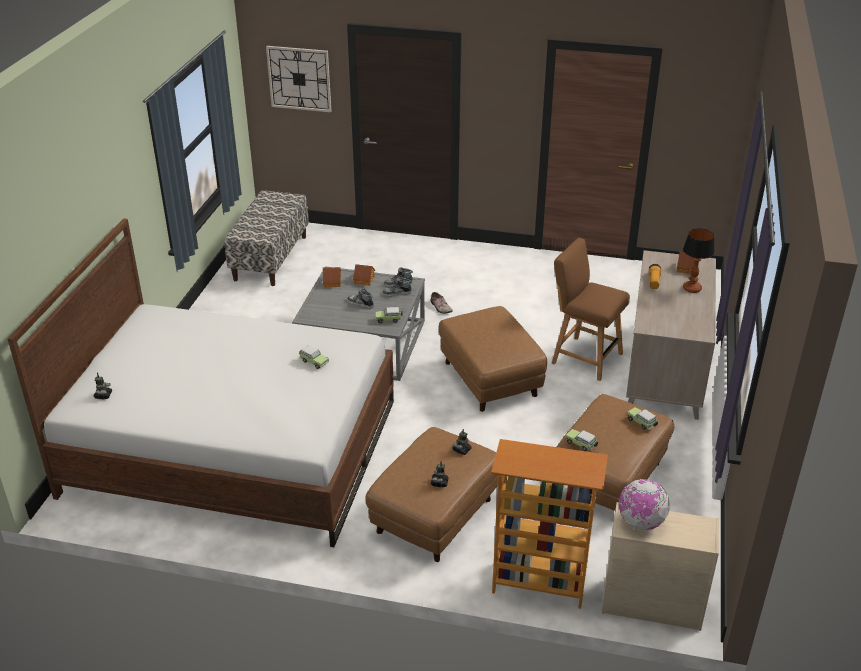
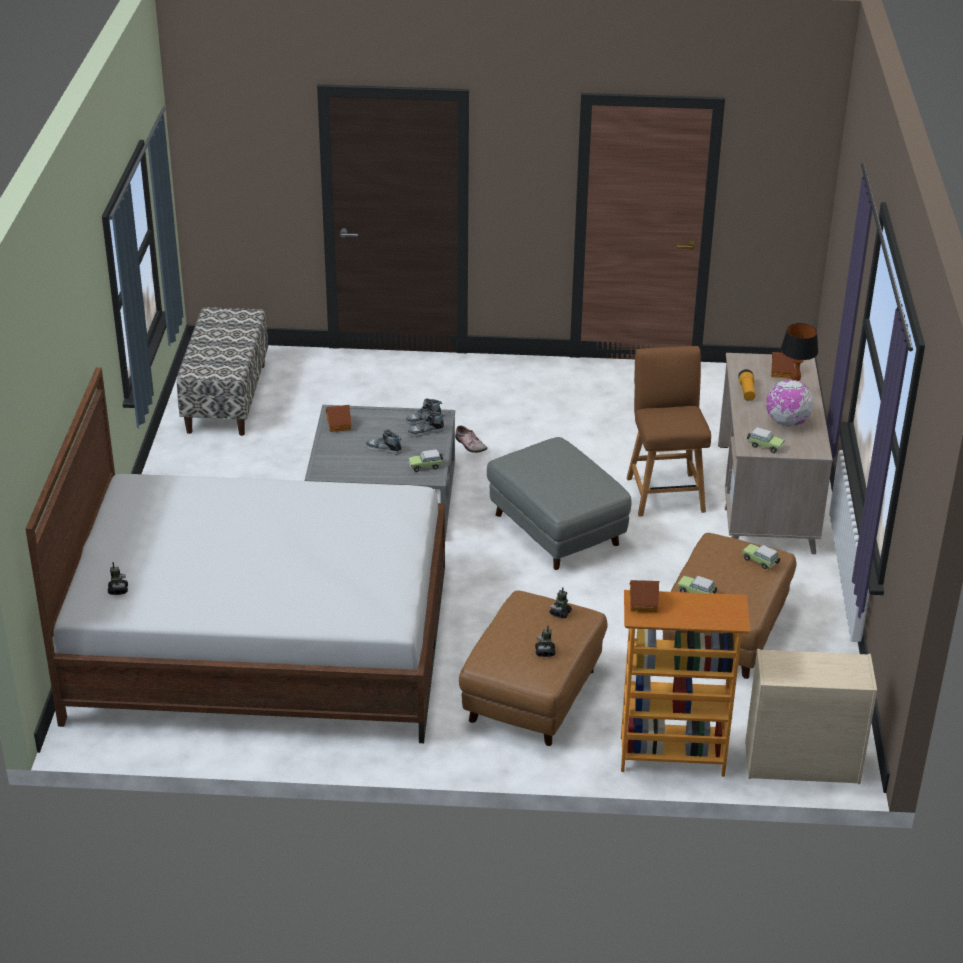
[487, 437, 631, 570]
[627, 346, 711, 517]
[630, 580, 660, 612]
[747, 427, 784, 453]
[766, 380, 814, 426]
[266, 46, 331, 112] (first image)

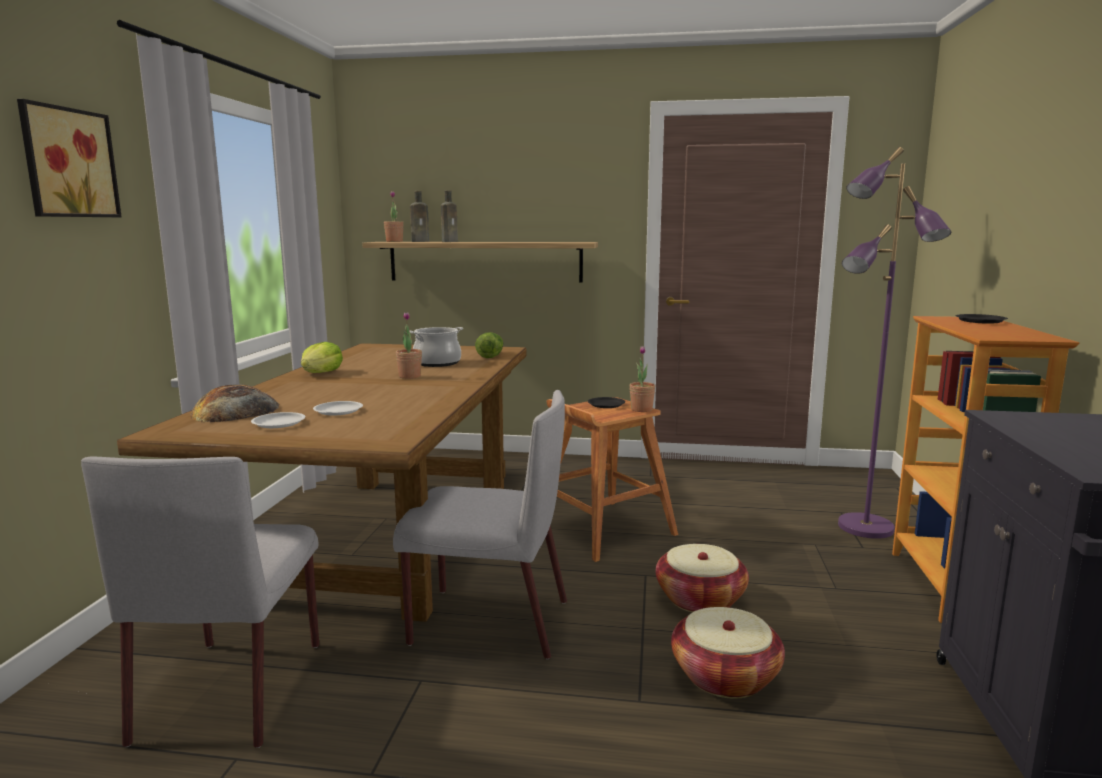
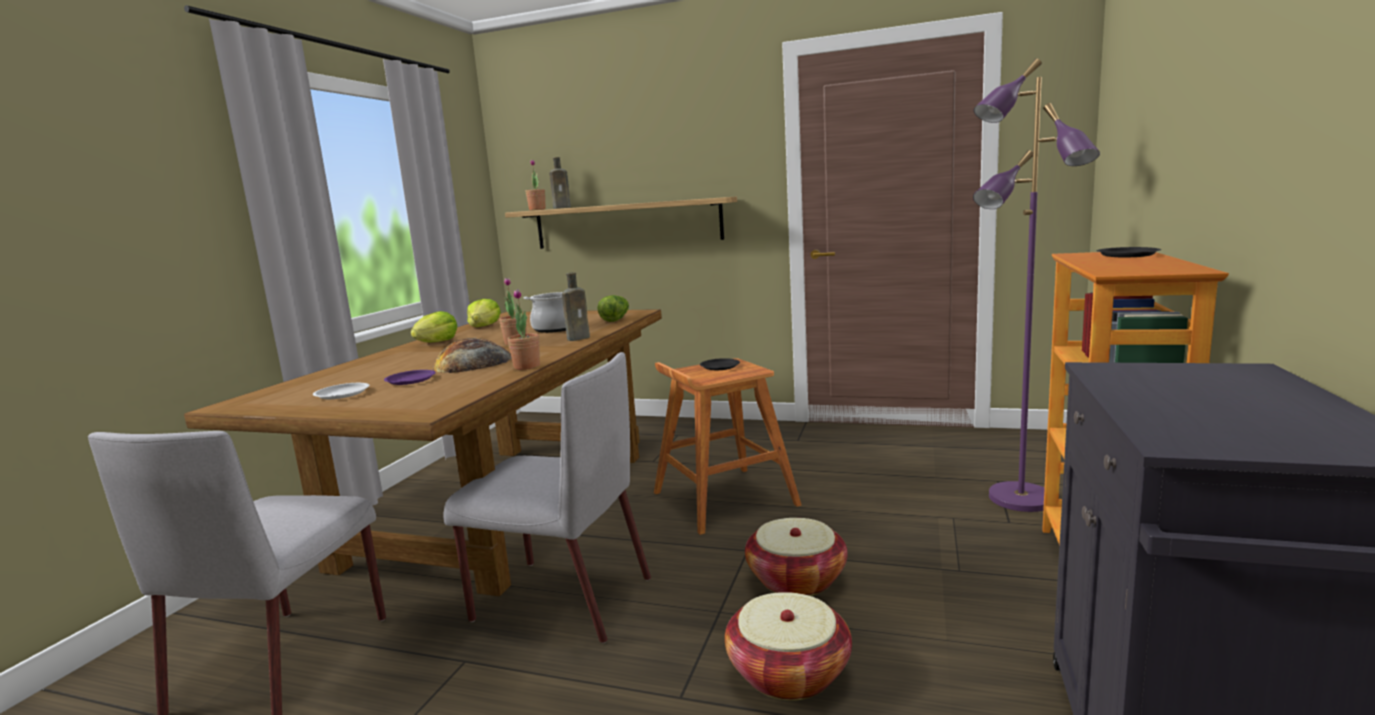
[384, 370, 436, 385]
[433, 338, 512, 373]
[467, 299, 501, 327]
[507, 289, 540, 370]
[562, 272, 590, 341]
[17, 99, 122, 217] (first image)

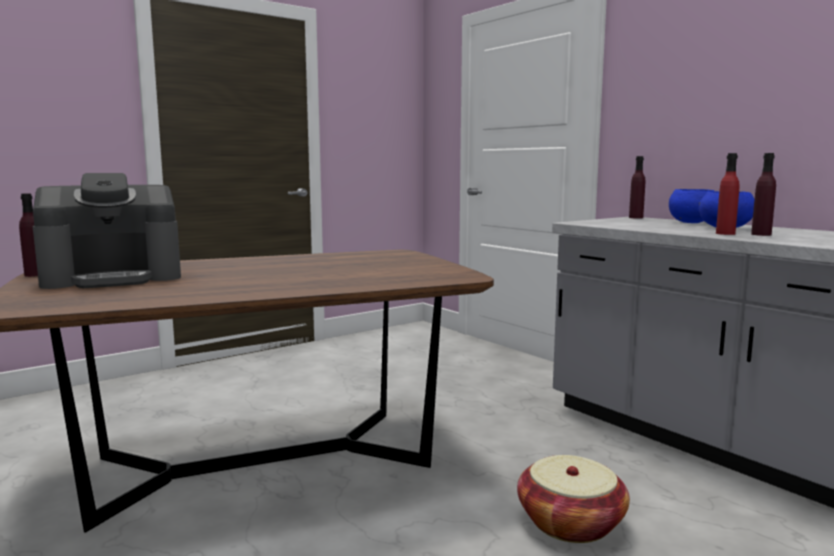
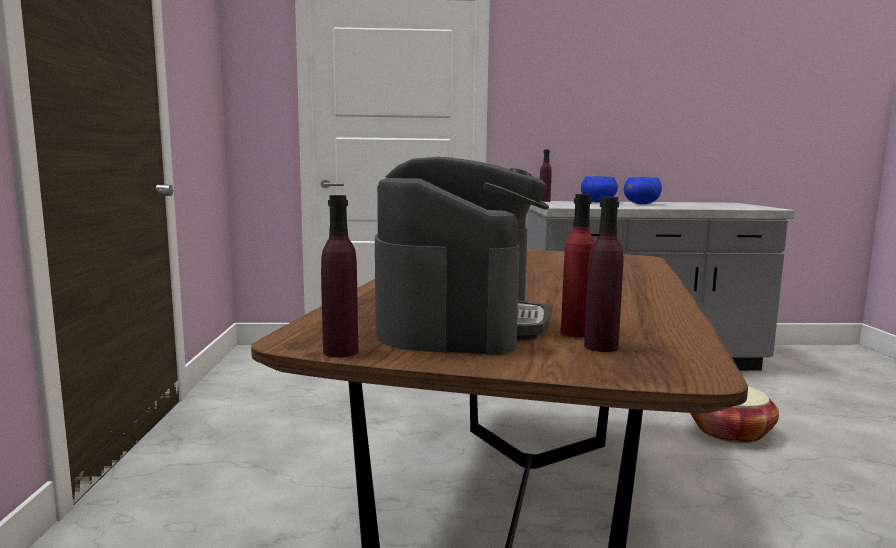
[561, 194, 595, 337]
[584, 197, 624, 352]

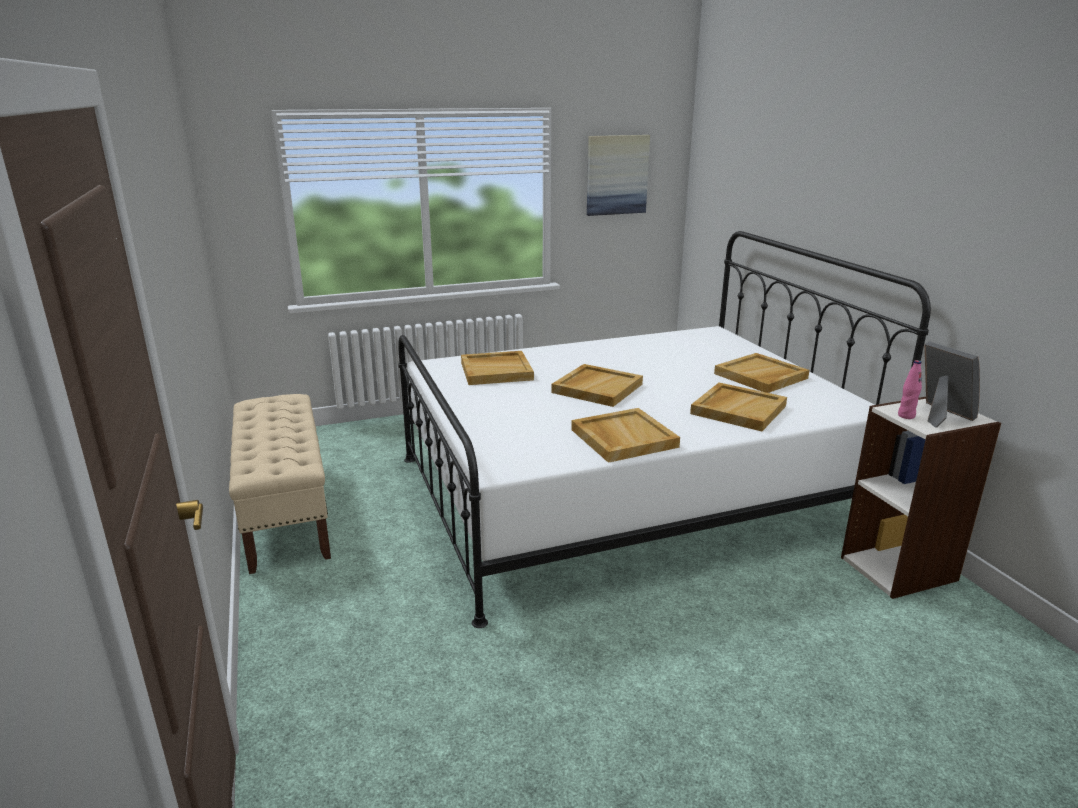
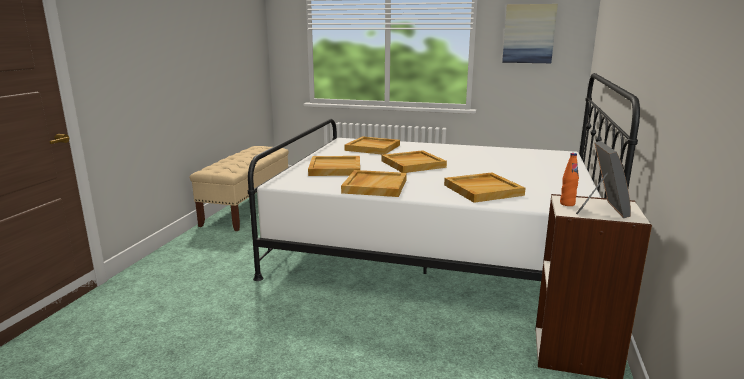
[308, 156, 360, 176]
[560, 153, 579, 206]

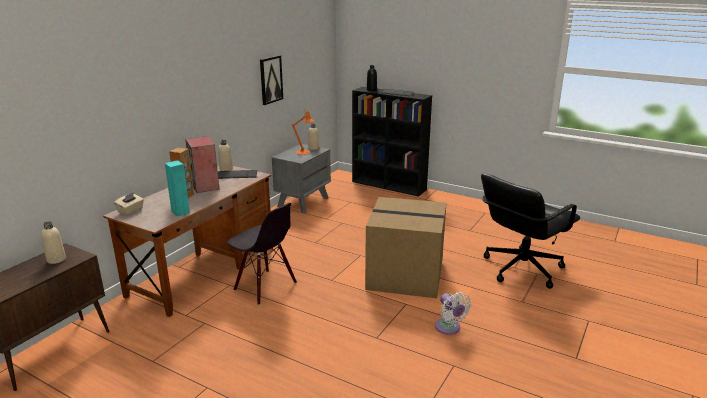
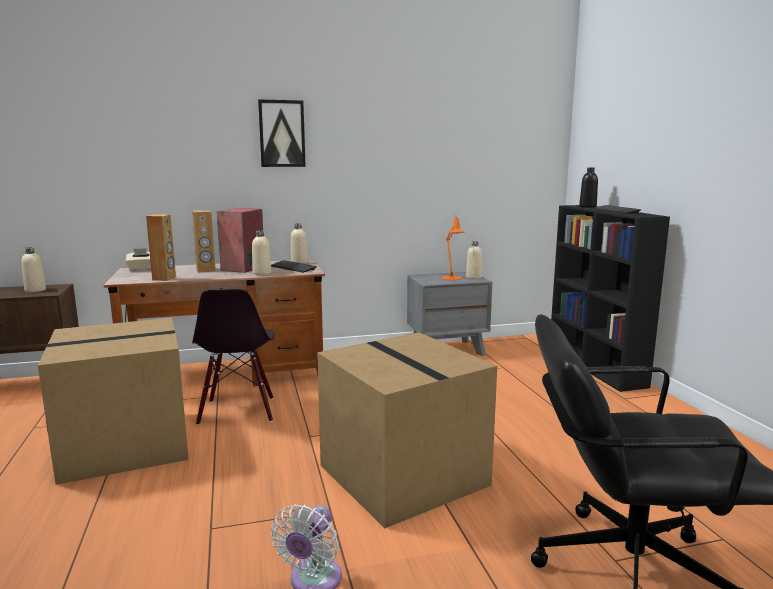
[38, 318, 189, 485]
[146, 214, 176, 281]
[252, 230, 271, 275]
[258, 99, 306, 167]

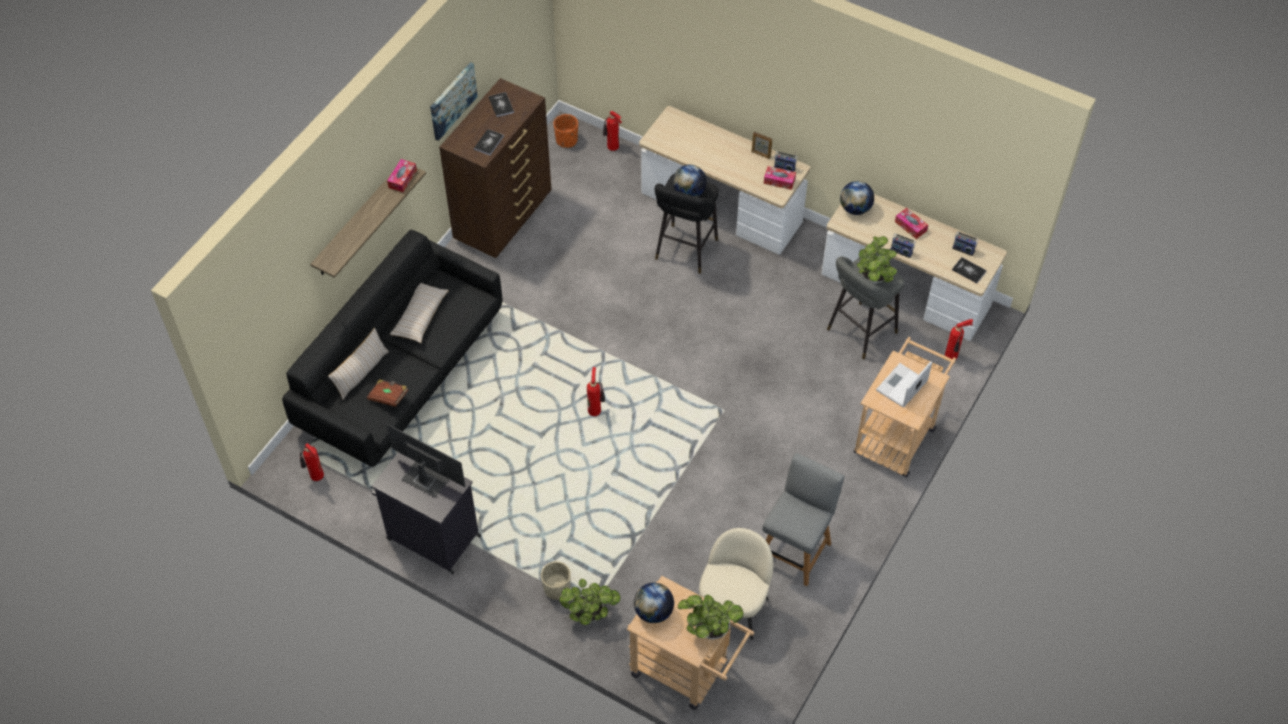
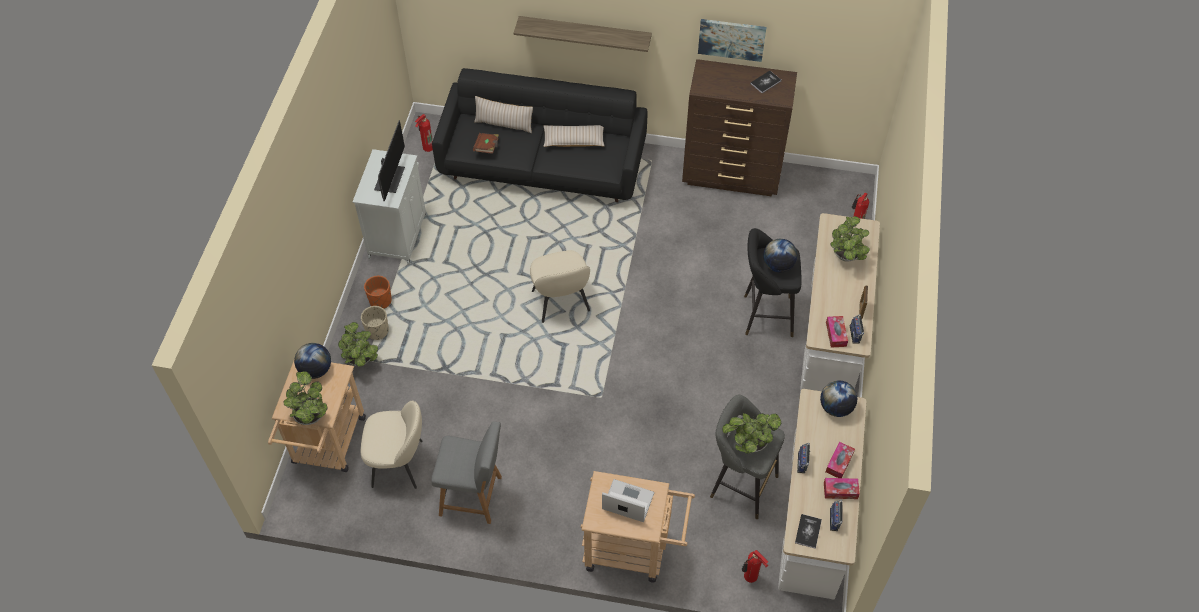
[353, 149, 426, 265]
[364, 276, 392, 309]
[530, 250, 590, 323]
[824, 478, 860, 499]
[830, 216, 870, 262]
[474, 129, 504, 155] (first image)

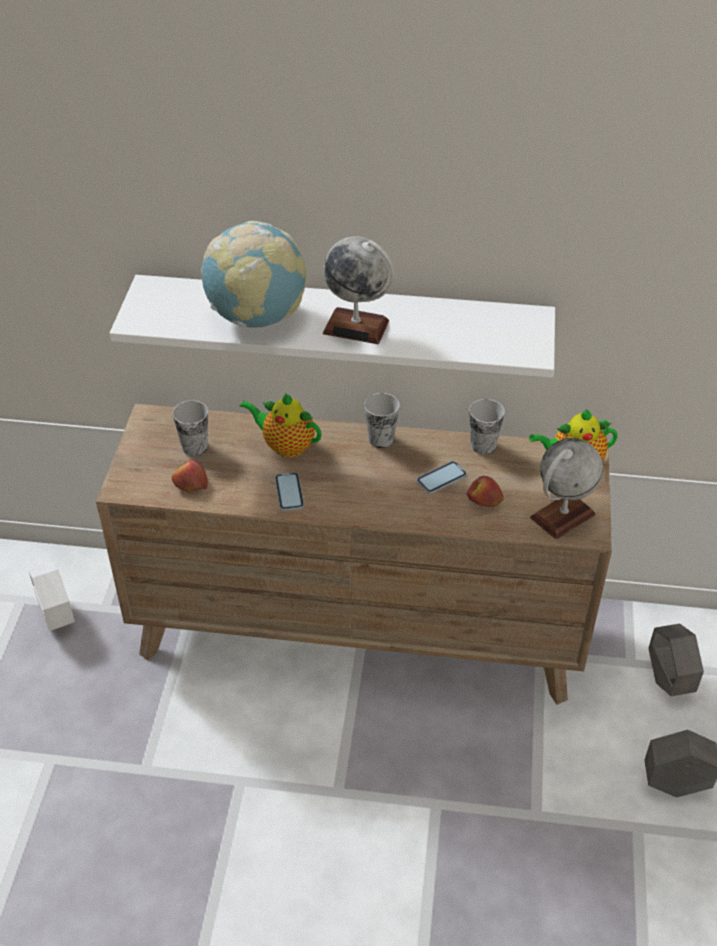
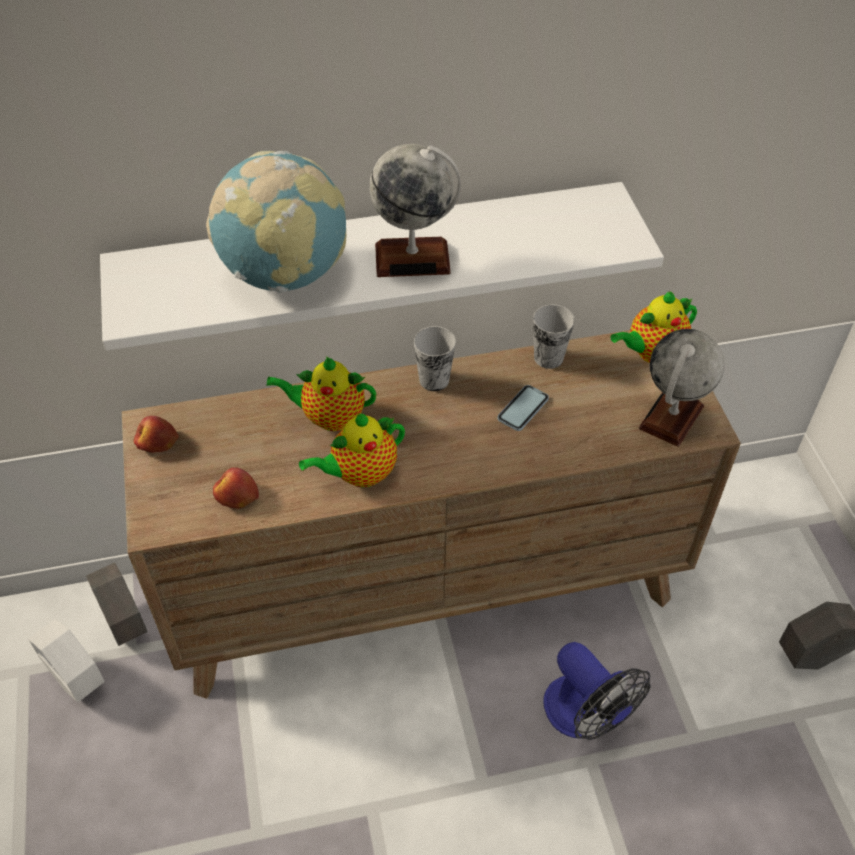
[86, 562, 148, 646]
[134, 416, 179, 453]
[299, 413, 405, 487]
[543, 642, 651, 740]
[172, 400, 208, 456] (first image)

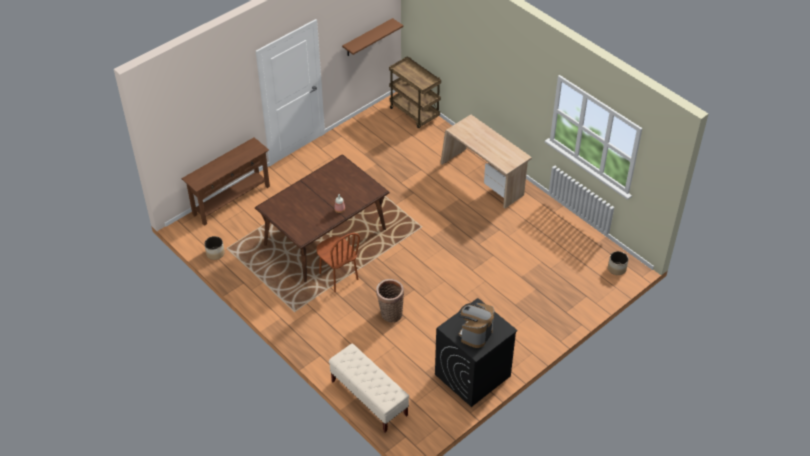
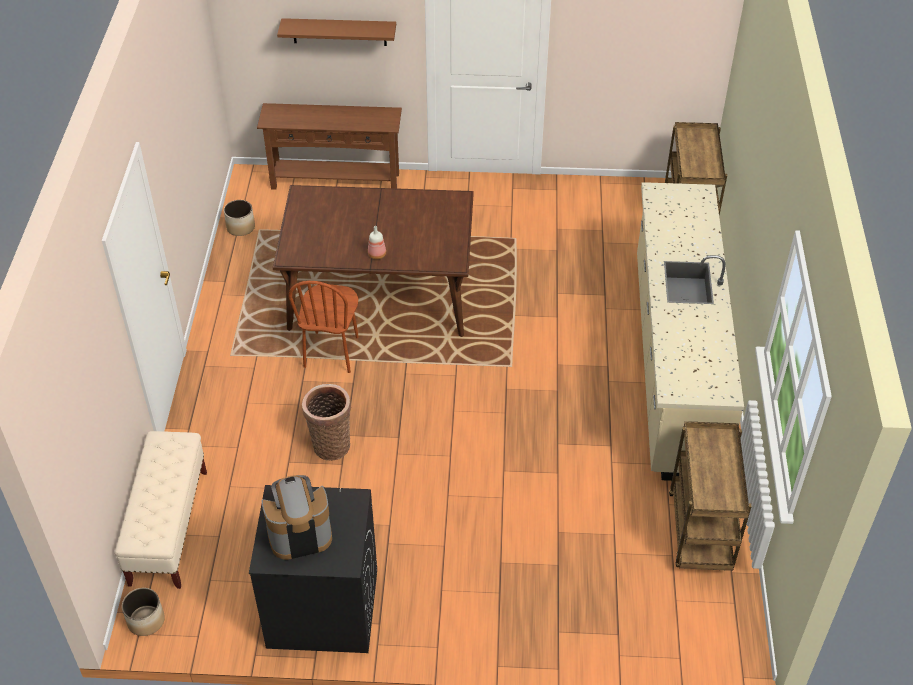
[122, 588, 165, 636]
[277, 18, 396, 46]
[637, 182, 744, 481]
[669, 421, 752, 571]

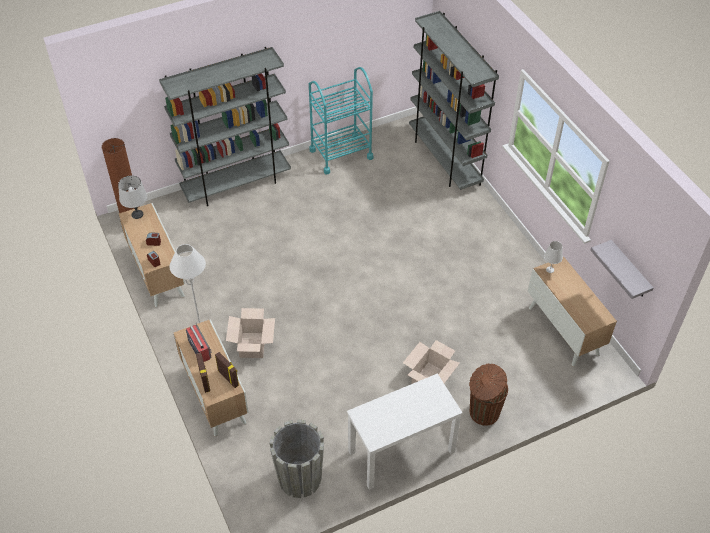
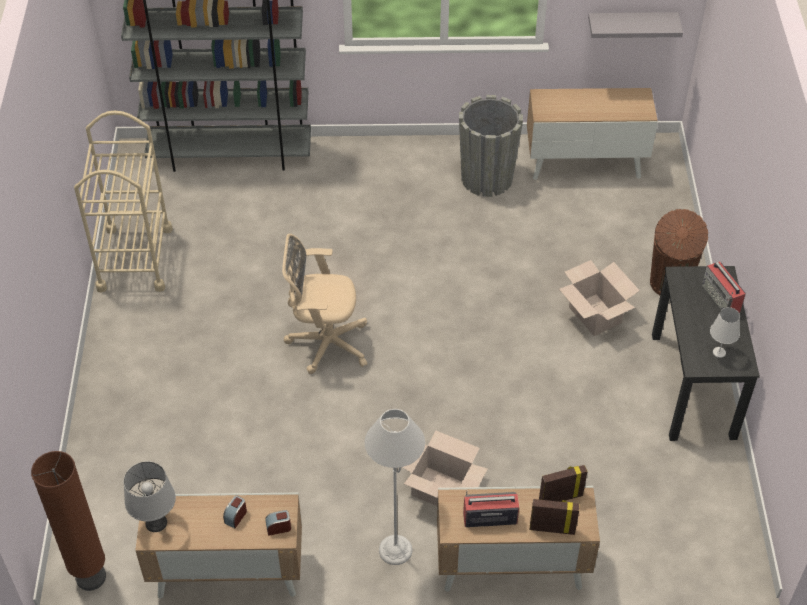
[74, 110, 173, 293]
[282, 234, 367, 374]
[459, 95, 523, 197]
[652, 266, 760, 441]
[702, 261, 746, 313]
[710, 307, 740, 358]
[159, 47, 291, 206] (first image)

